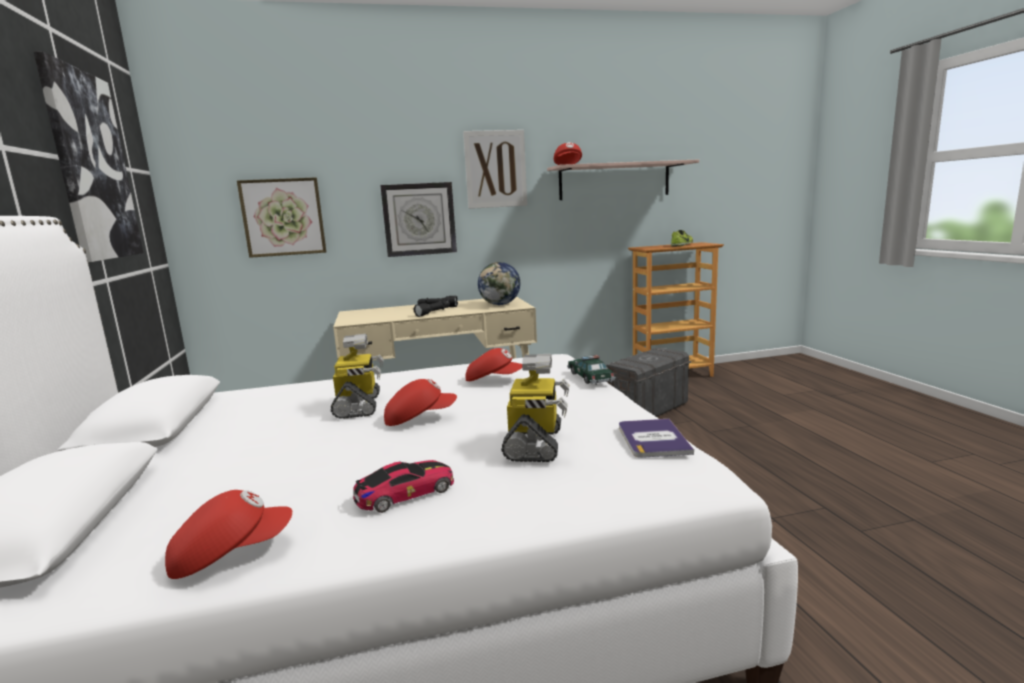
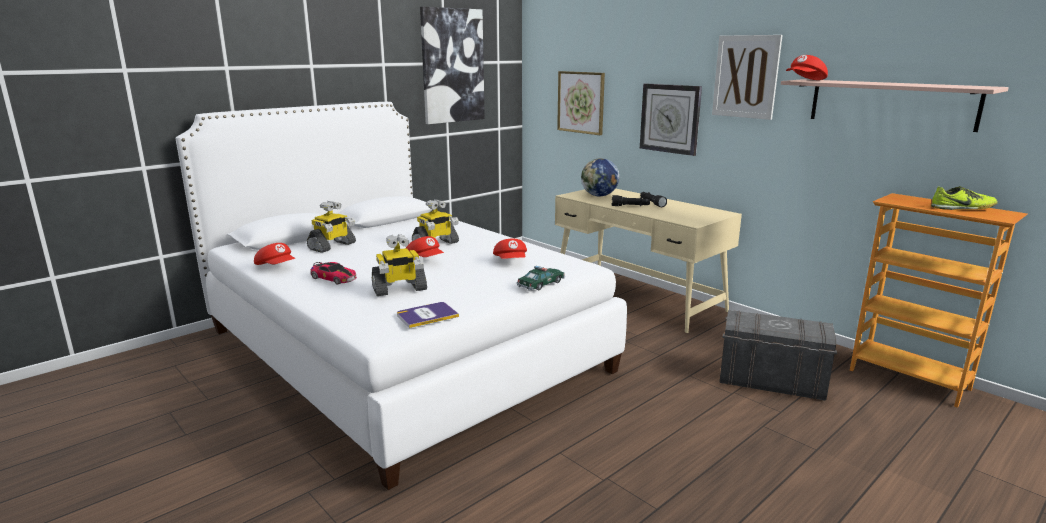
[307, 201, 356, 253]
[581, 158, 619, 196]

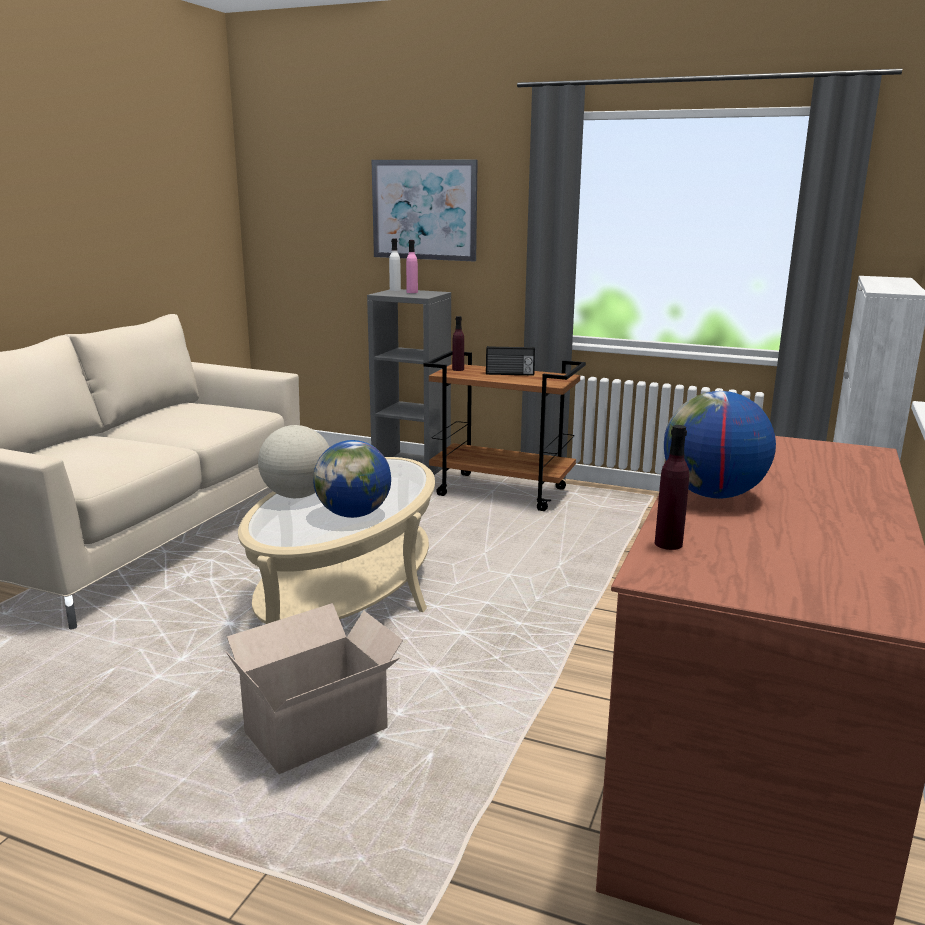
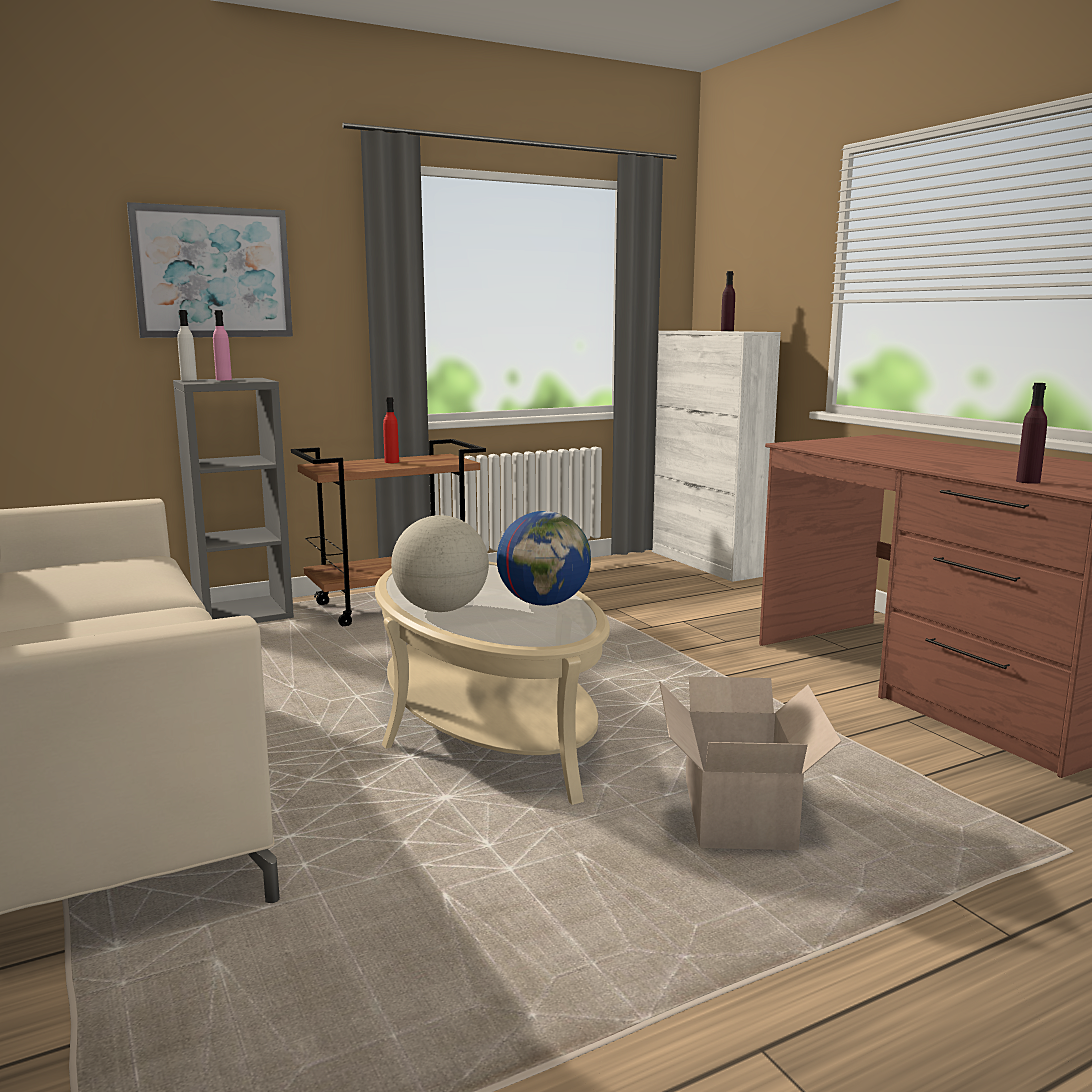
[383, 397, 399, 463]
[721, 271, 735, 331]
[664, 391, 776, 498] (first image)

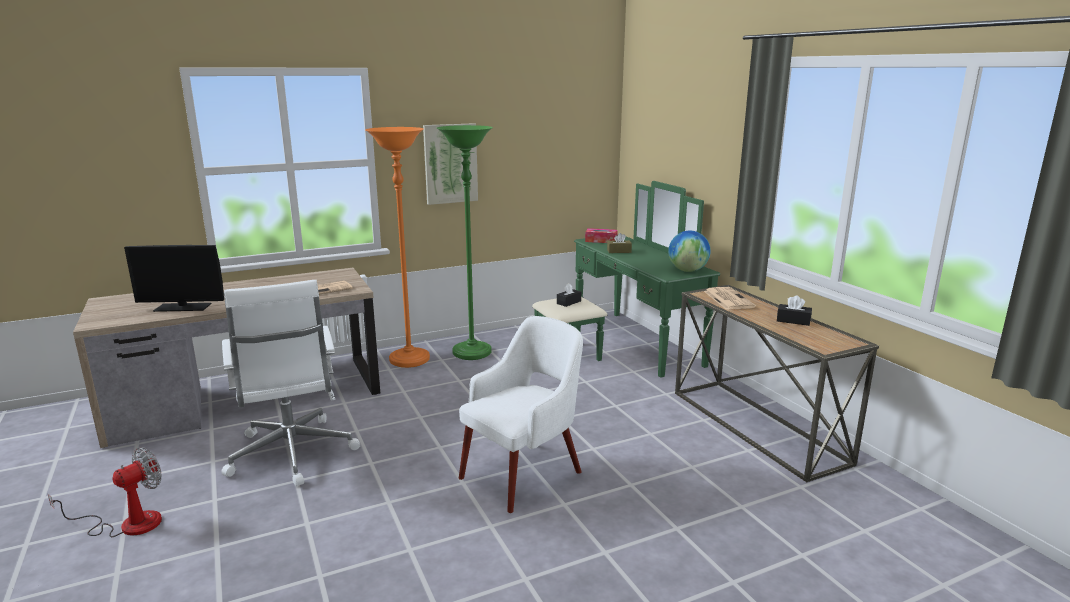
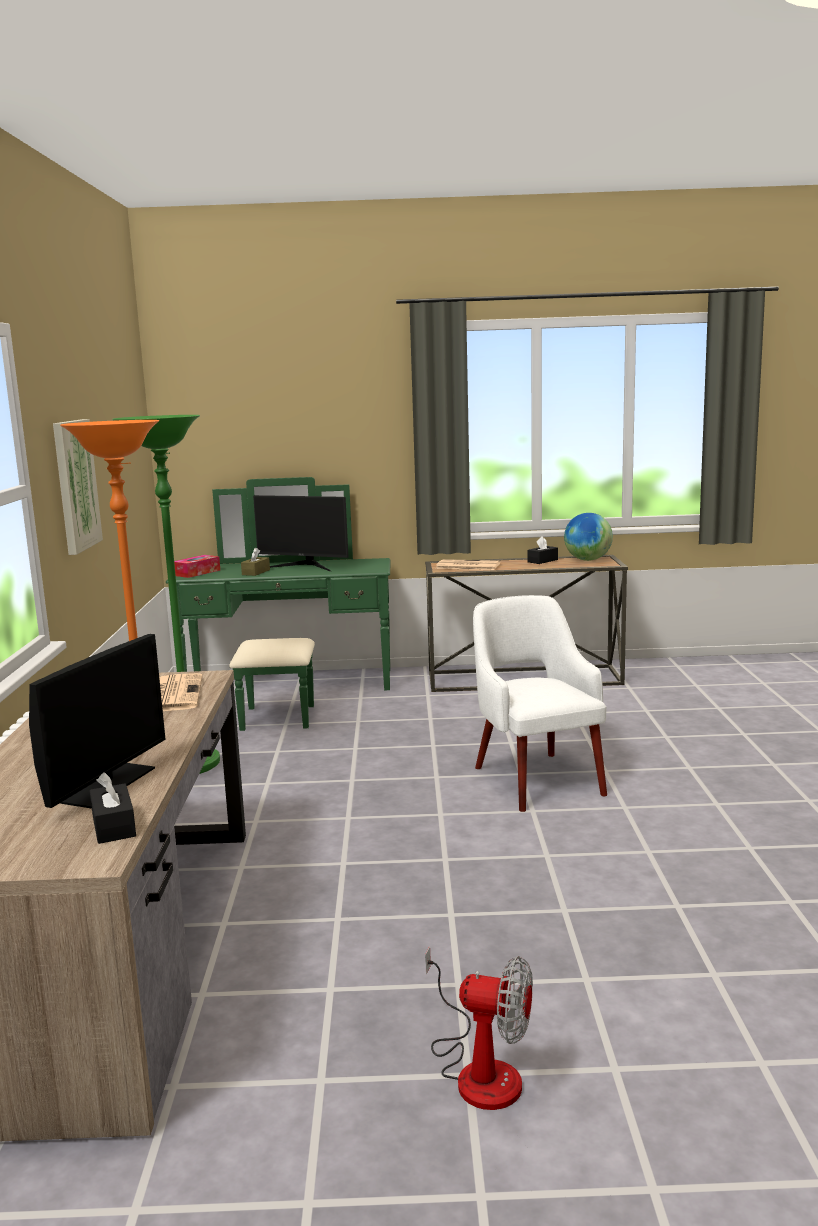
[90, 772, 136, 844]
[253, 495, 349, 571]
[425, 946, 533, 1110]
[564, 513, 613, 561]
[221, 280, 360, 486] (first image)

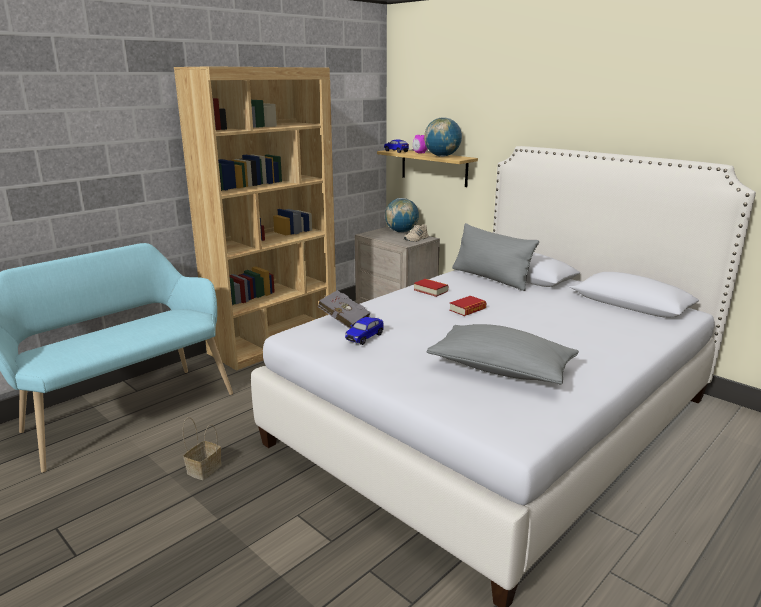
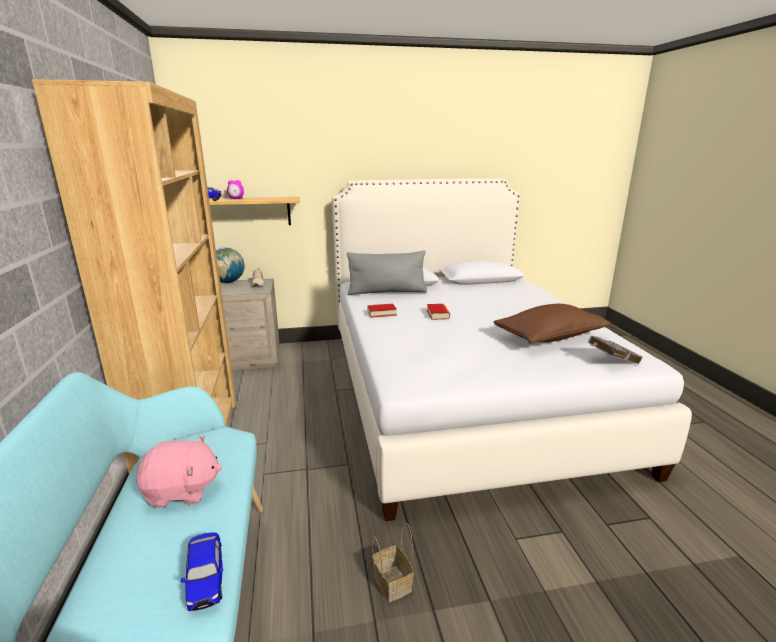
[136, 435, 222, 508]
[181, 532, 223, 611]
[493, 304, 611, 344]
[588, 336, 643, 364]
[424, 117, 462, 157] (first image)

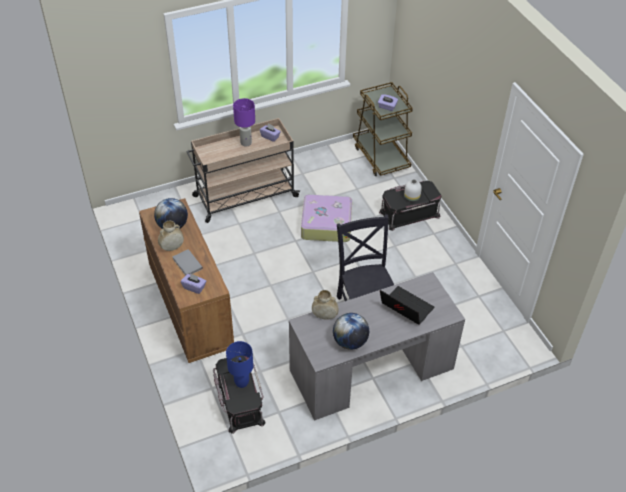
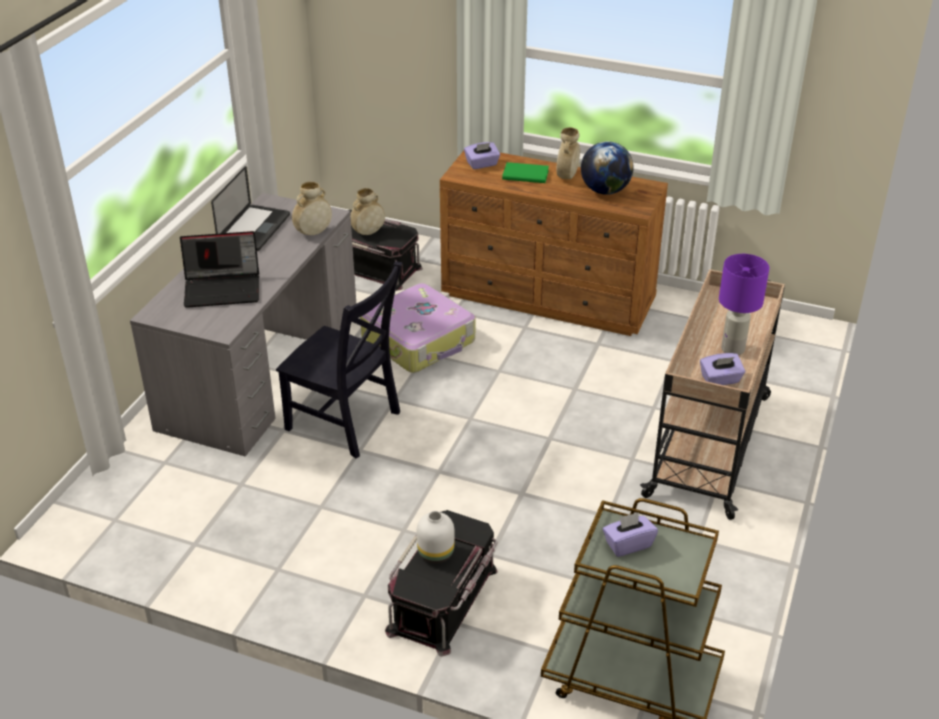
[211, 166, 290, 251]
[350, 188, 385, 235]
[360, 283, 475, 373]
[502, 162, 549, 183]

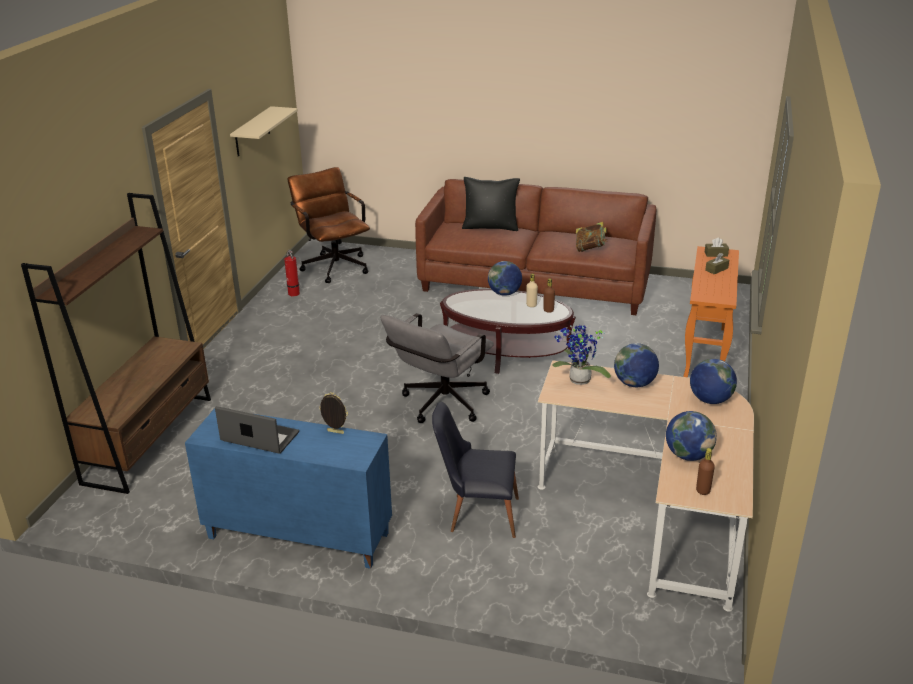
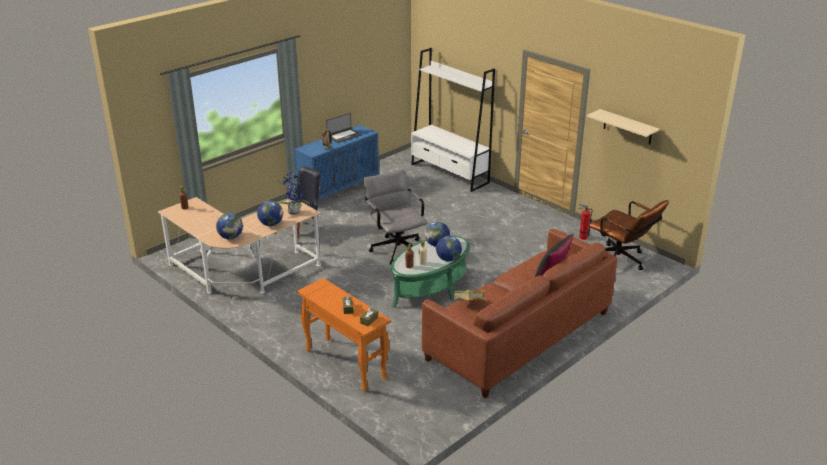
[391, 235, 470, 308]
[411, 48, 495, 192]
[425, 222, 450, 247]
[589, 200, 669, 270]

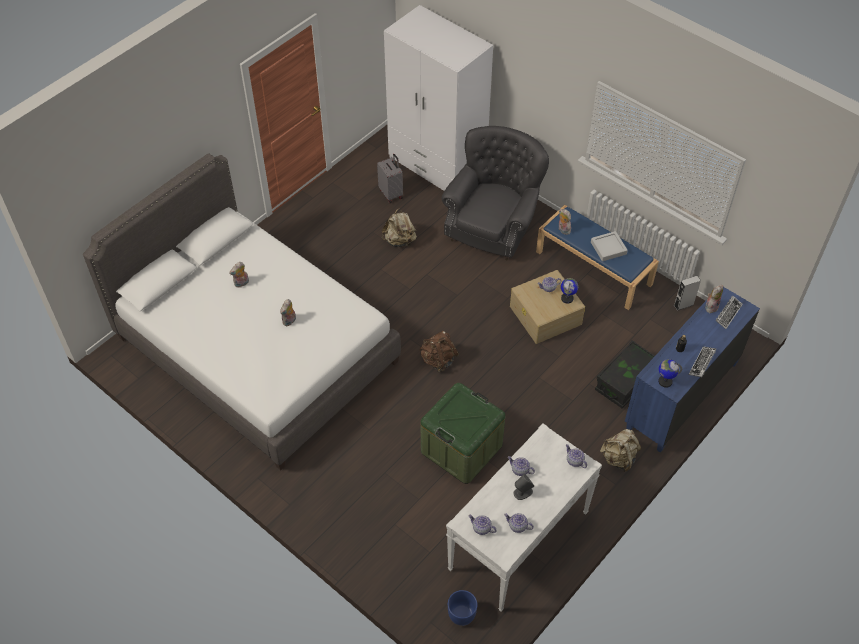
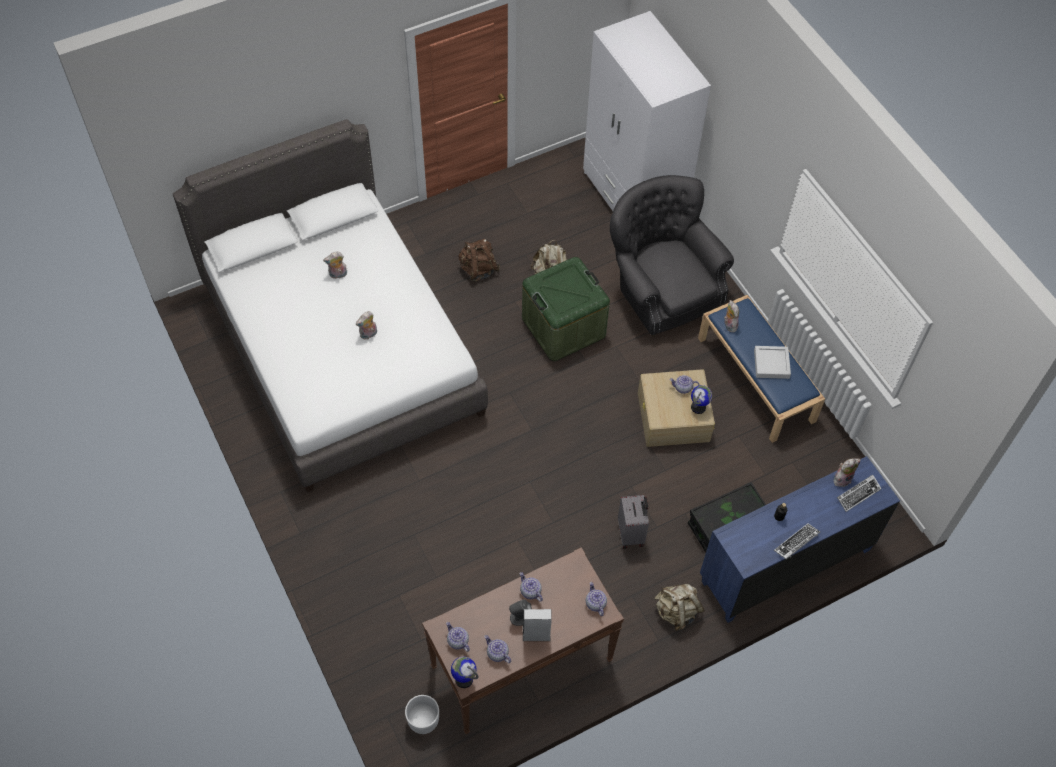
[405, 695, 439, 734]
[422, 547, 624, 734]
[451, 657, 479, 688]
[459, 238, 500, 282]
[522, 257, 610, 361]
[523, 609, 552, 641]
[610, 175, 734, 337]
[618, 495, 649, 549]

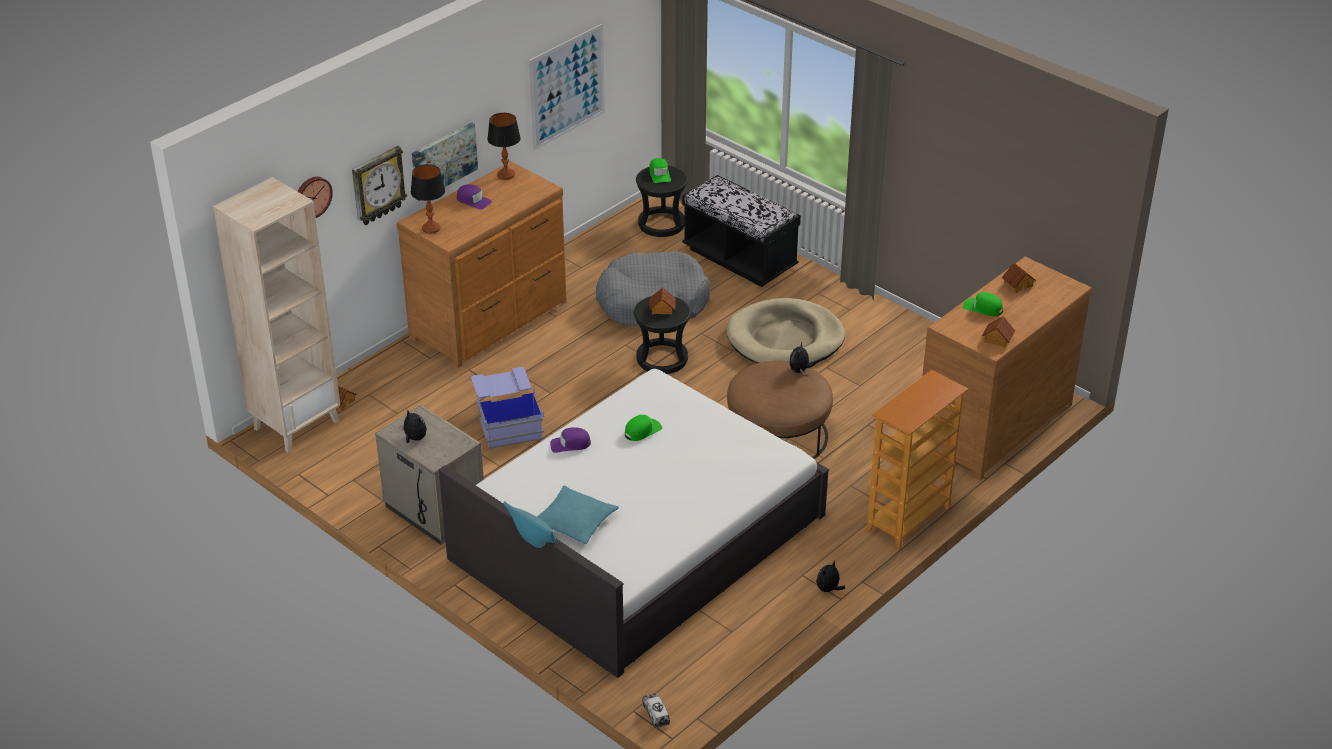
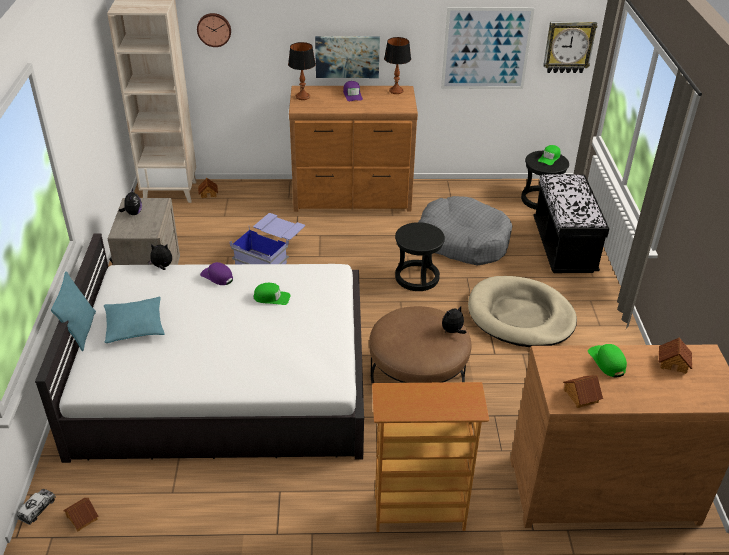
[63, 497, 98, 531]
[148, 244, 172, 270]
[543, 22, 597, 73]

